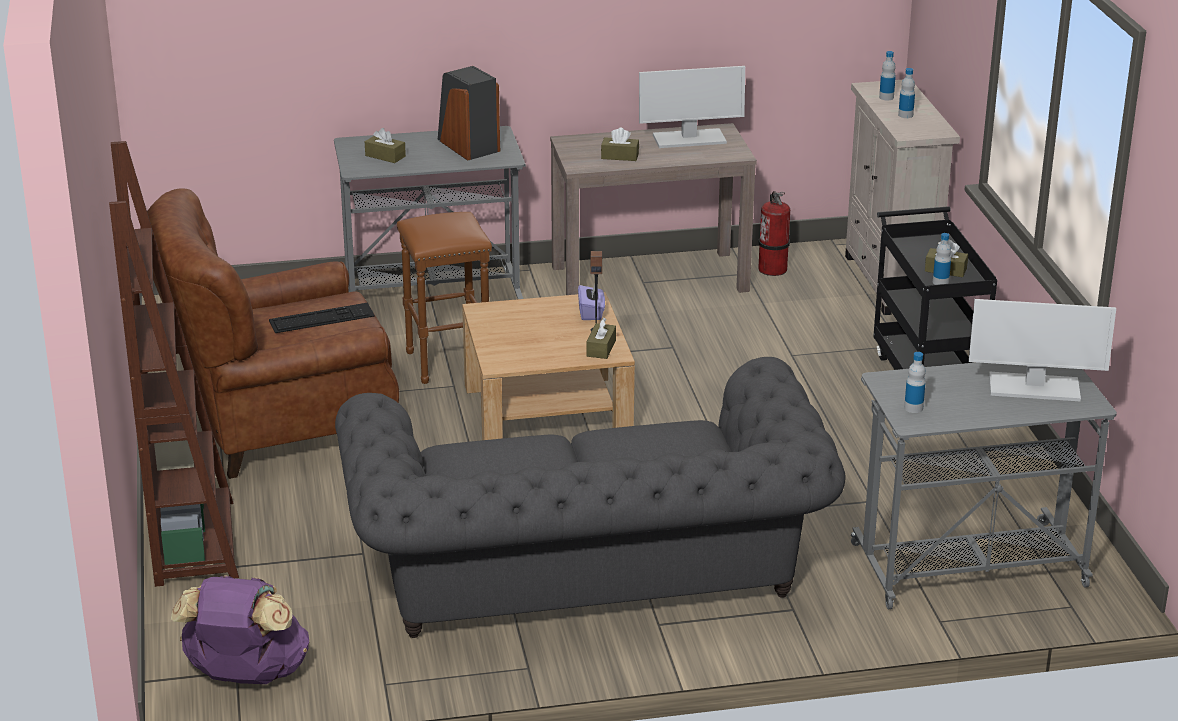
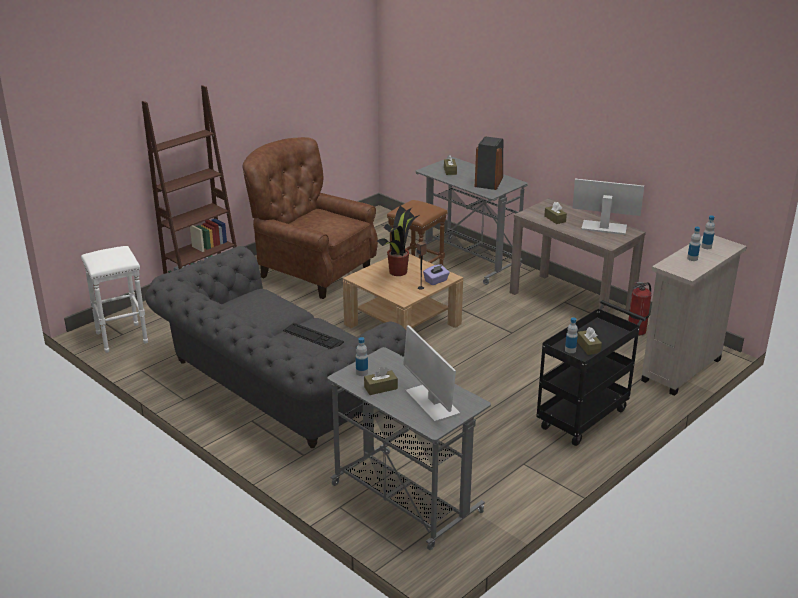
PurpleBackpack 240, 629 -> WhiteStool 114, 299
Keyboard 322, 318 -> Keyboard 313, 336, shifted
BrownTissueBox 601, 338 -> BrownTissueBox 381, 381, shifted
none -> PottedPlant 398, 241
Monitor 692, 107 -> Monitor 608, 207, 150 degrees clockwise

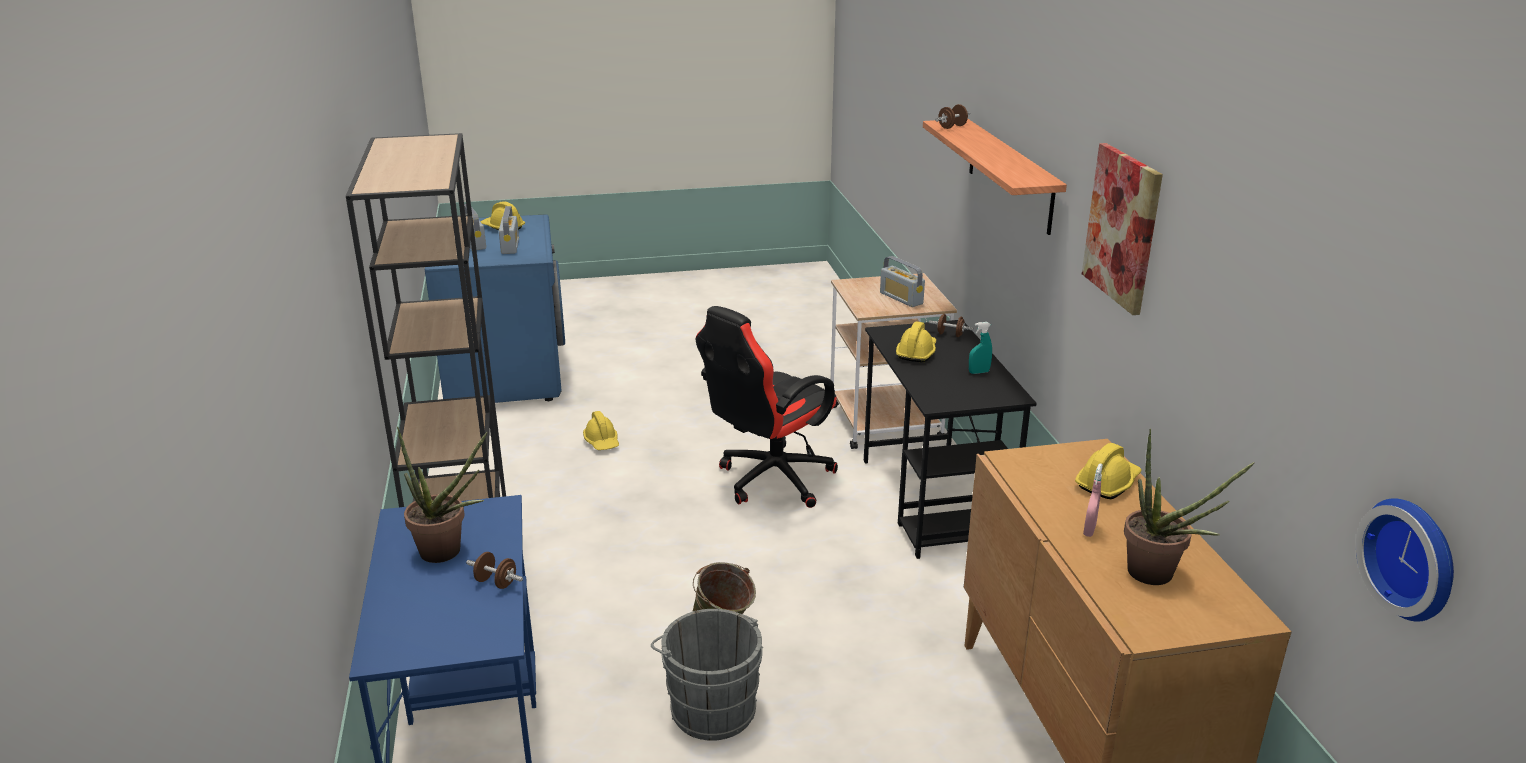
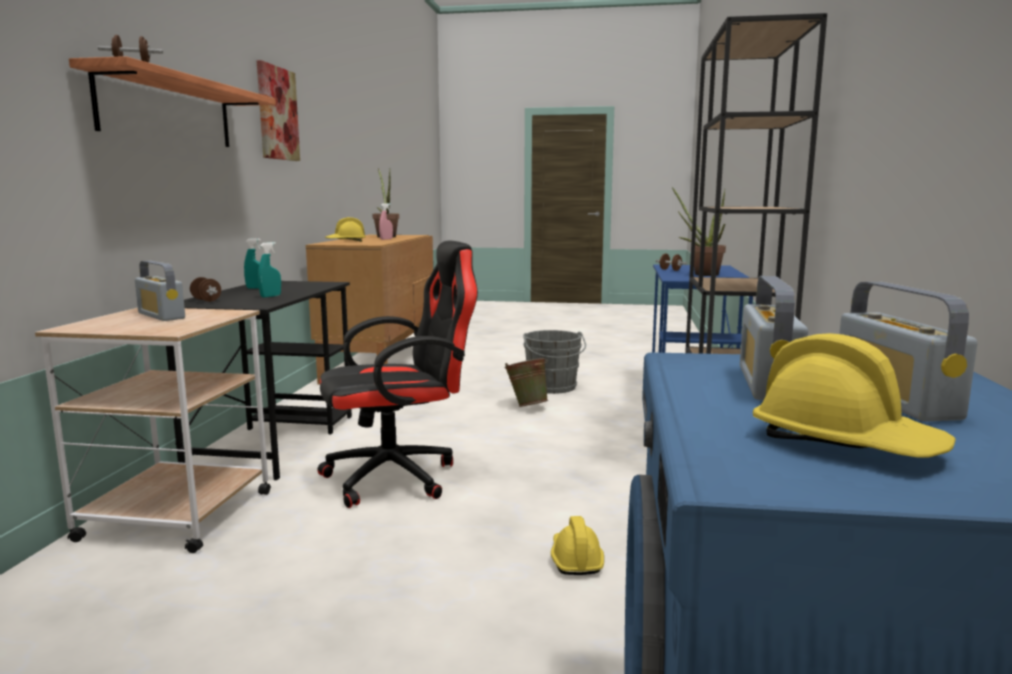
Radio 902, 281 -> Radio 160, 291, 150 degrees clockwise
YellowHardHat 916, 342 -> TurquoiseSprayBottle 269, 270
WallClock 1405, 559 -> none

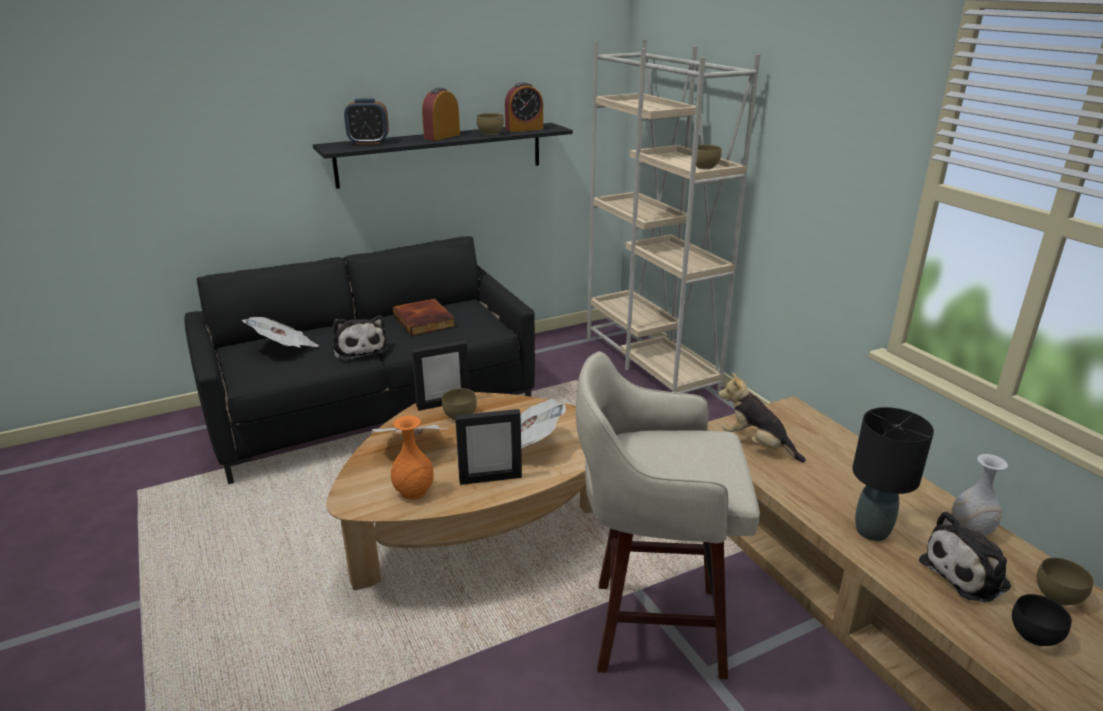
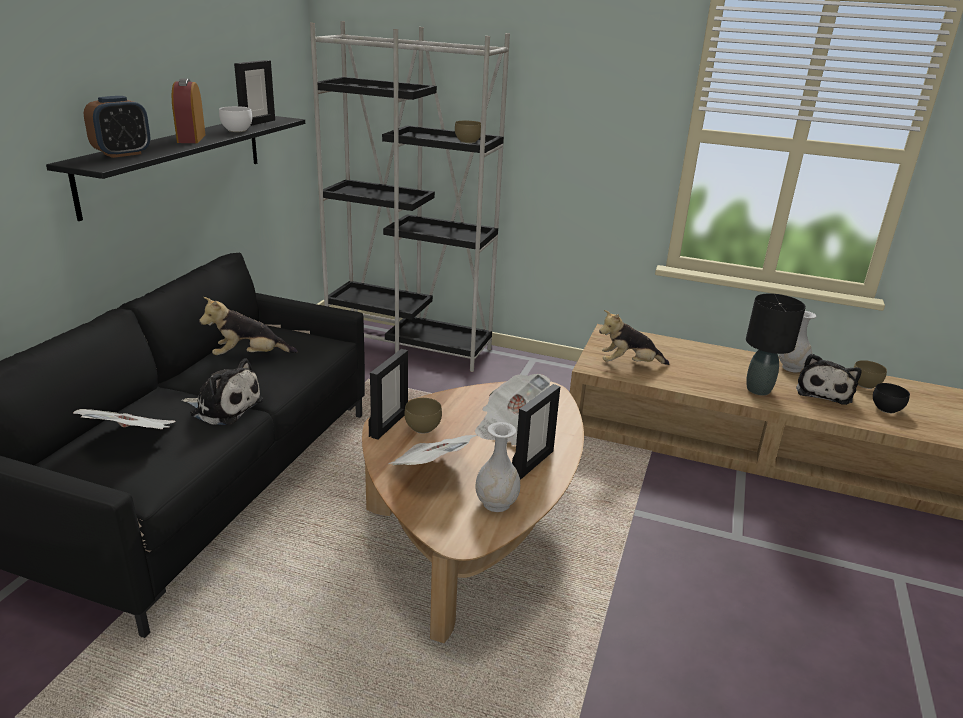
Book 424, 317 -> PlushToy 248, 326
BrownBowl 490, 124 -> WhiteBowl 235, 119
AlarmClock 524, 107 -> PictureFrame 254, 93
BeigeBookcase 674, 217 -> BlackBookcase 410, 196
OrangeVase 412, 458 -> WhiteVase 497, 467
BeigeStool 668, 515 -> none

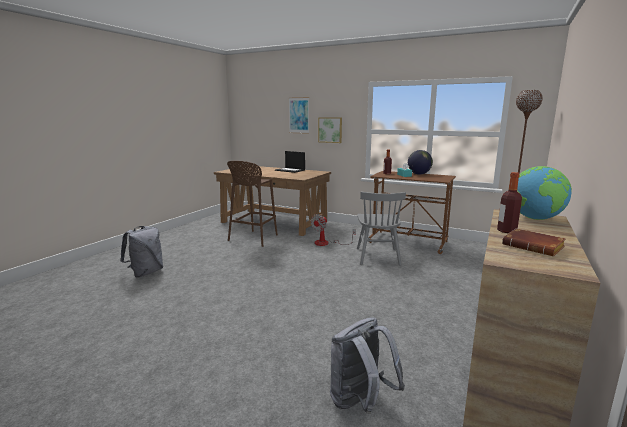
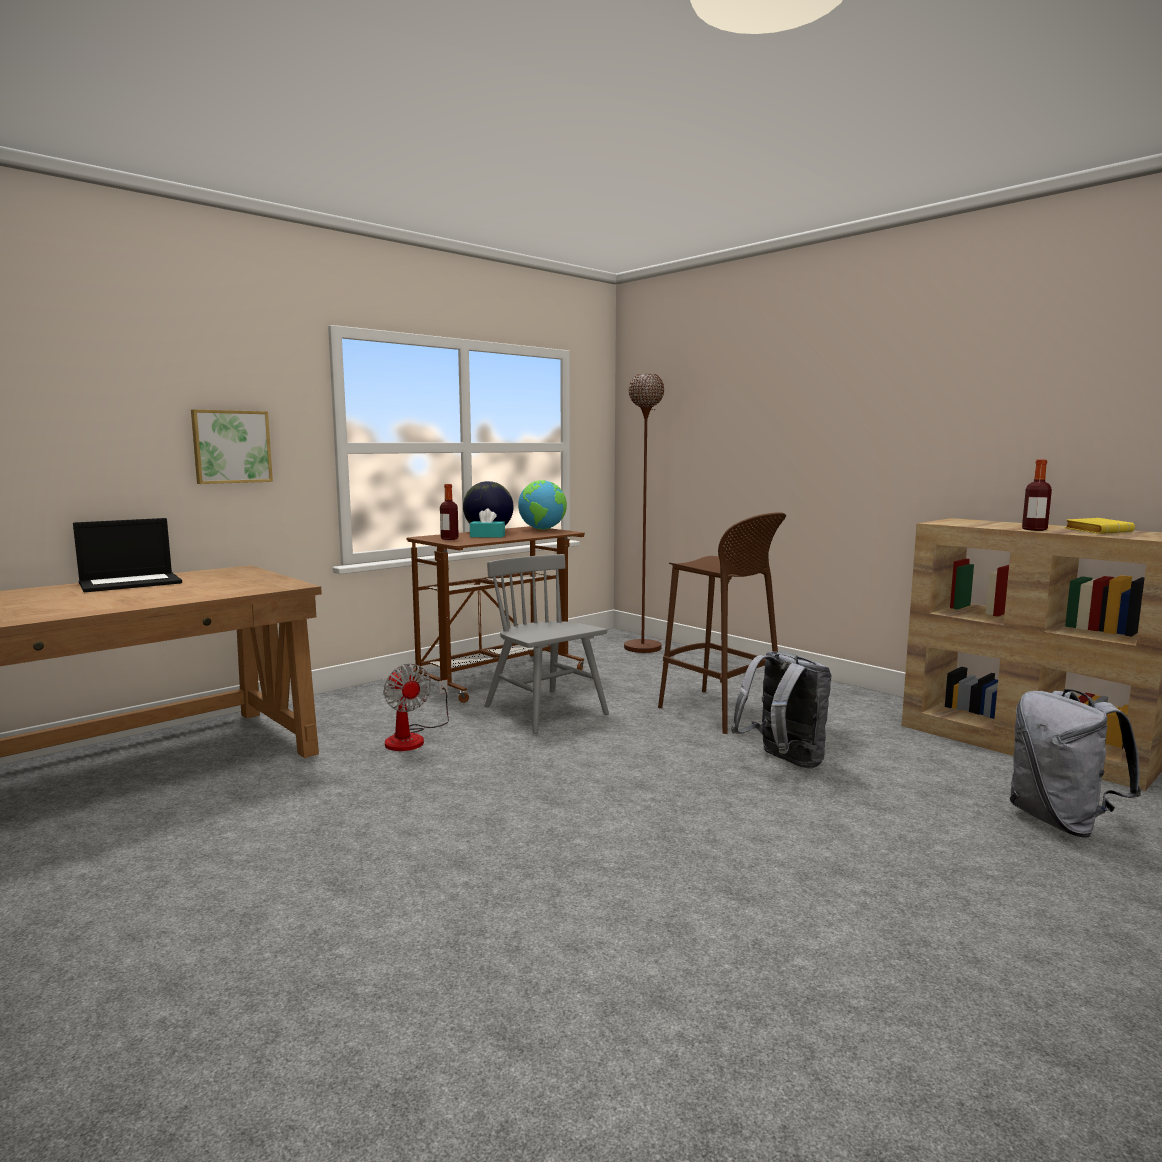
GreyChair 381, 228 -> GreyChair 547, 644, 150 degrees counterclockwise
Globe 544, 193 -> Globe 542, 505, shifted
BrownStool 252, 204 -> BrownStool 722, 623, shifted
GreyBackpack 141, 252 -> GreyBackpack 781, 709, shifted
BrownBook 534, 242 -> YellowBook 1100, 526
Picture 299, 115 -> none

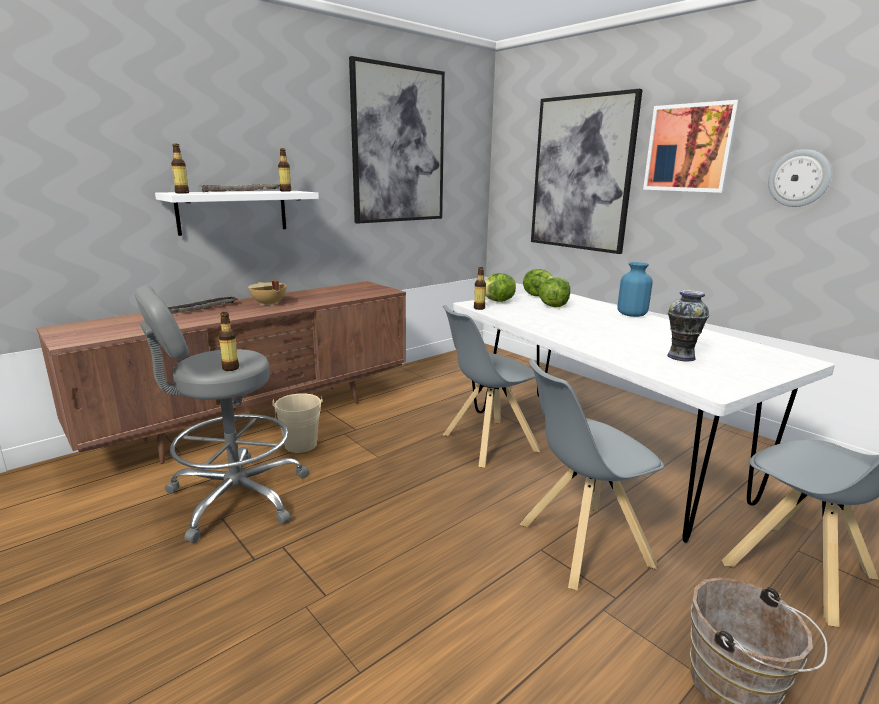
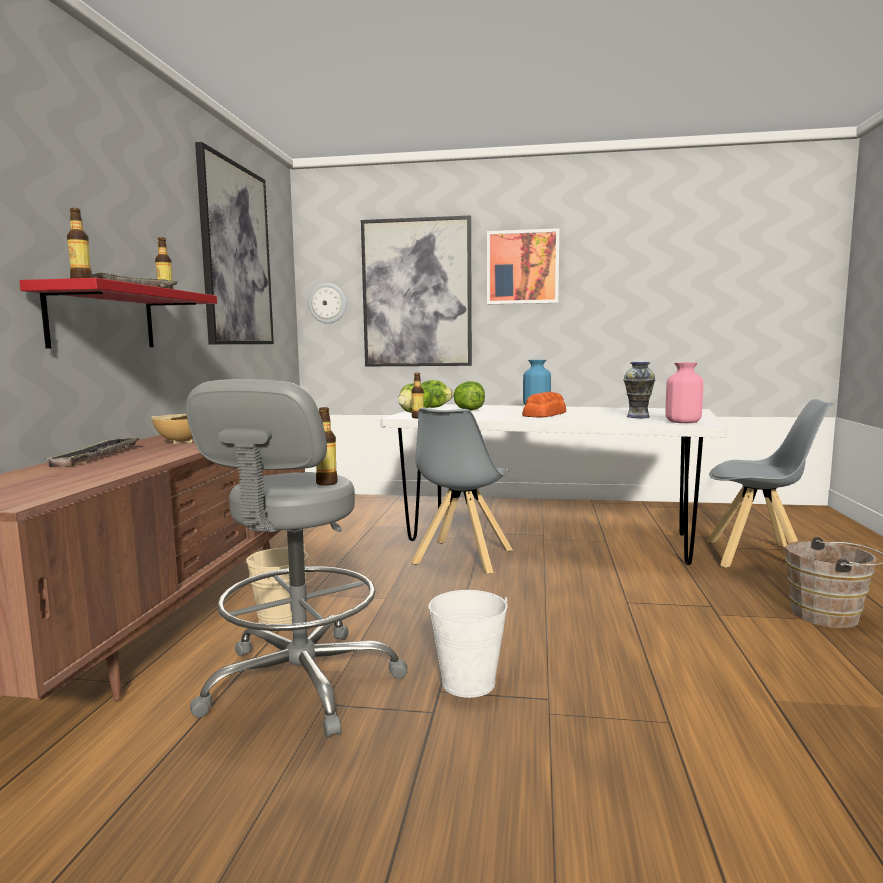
WhiteShelf 237, 213 -> RedShelf 118, 313
WallClock 800, 178 -> WallClock 327, 303, shifted
none -> WhiteBucket 468, 644
none -> Bread 544, 404
none -> PinkVase 684, 392
GreyChair 592, 474 -> none

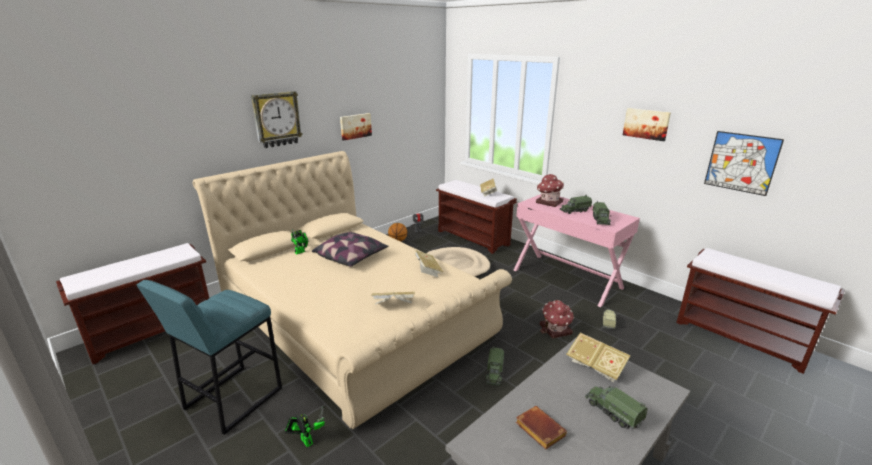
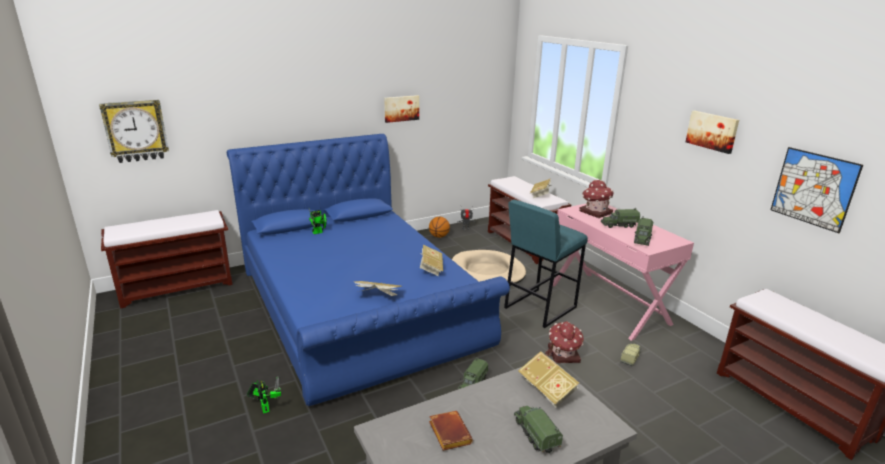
WallClock 277, 119 -> WallClock 134, 131, shifted
BeigeBed 352, 290 -> BlueBed 368, 270
TurquoiseStool 209, 357 -> TurquoiseStool 546, 264, shifted
Pillow 350, 249 -> none

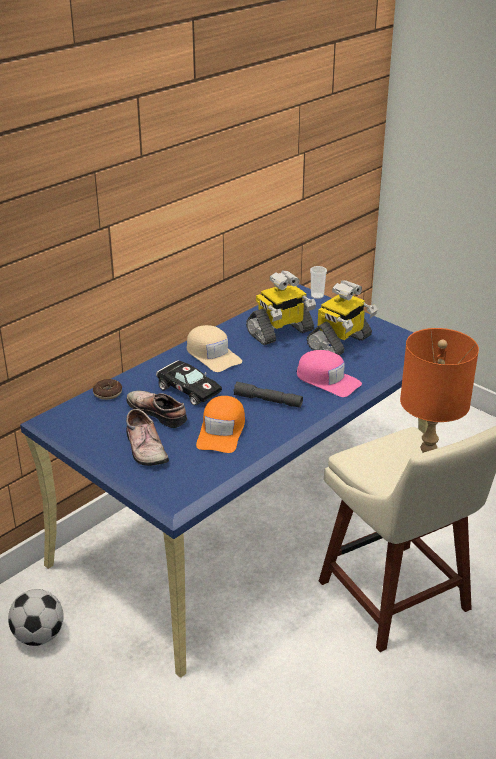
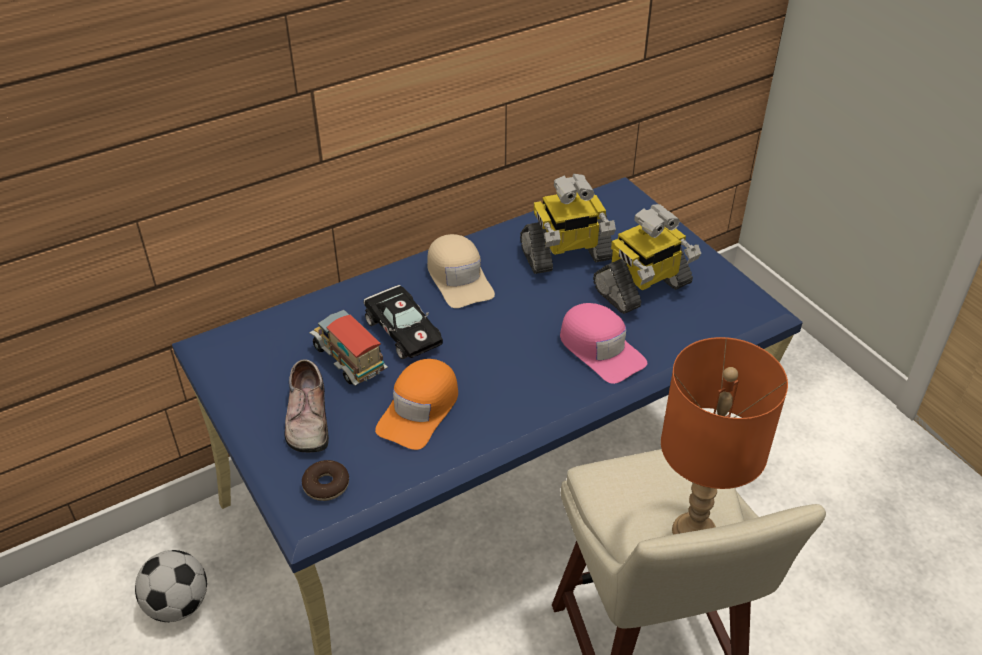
Donut 107, 389 -> Donut 325, 480, shifted
Shoe 156, 409 -> ToyTruck 348, 348
GreyFlashlight 268, 395 -> none
Cup 318, 282 -> none

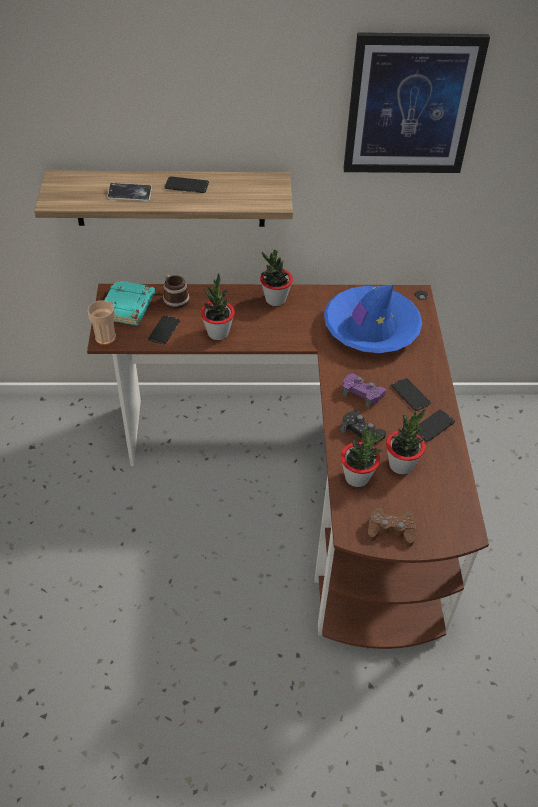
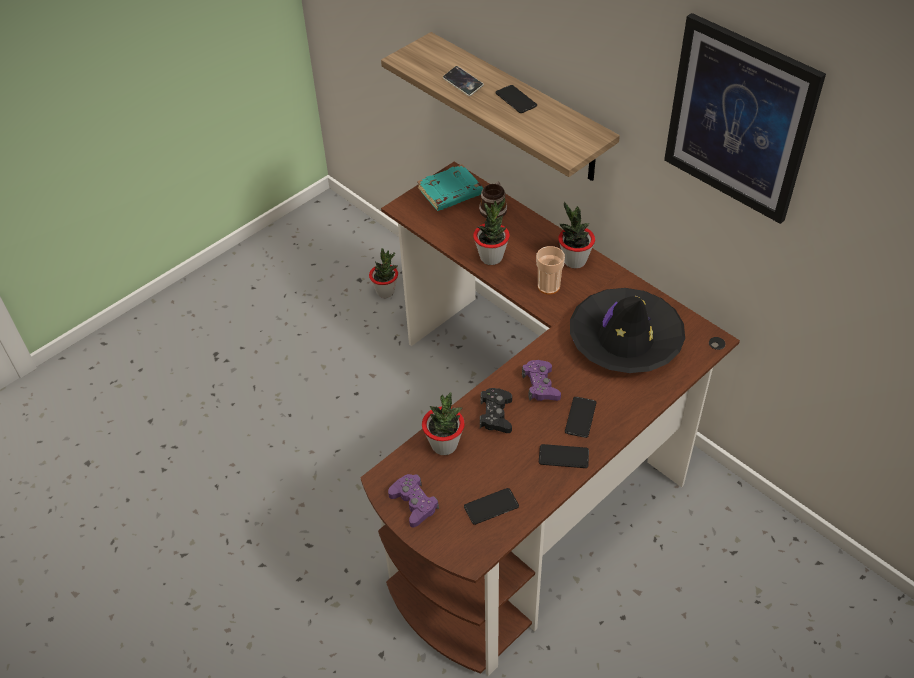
PottedPlant 406, 441 -> PottedPlant 383, 273, shifted
BrownGameController 391, 527 -> PurpleGameController 413, 500
Phone 164, 330 -> Phone 491, 506, shifted
Cup 102, 322 -> Cup 550, 270, shifted
BlueHat 373, 318 -> BlackHat 627, 330

